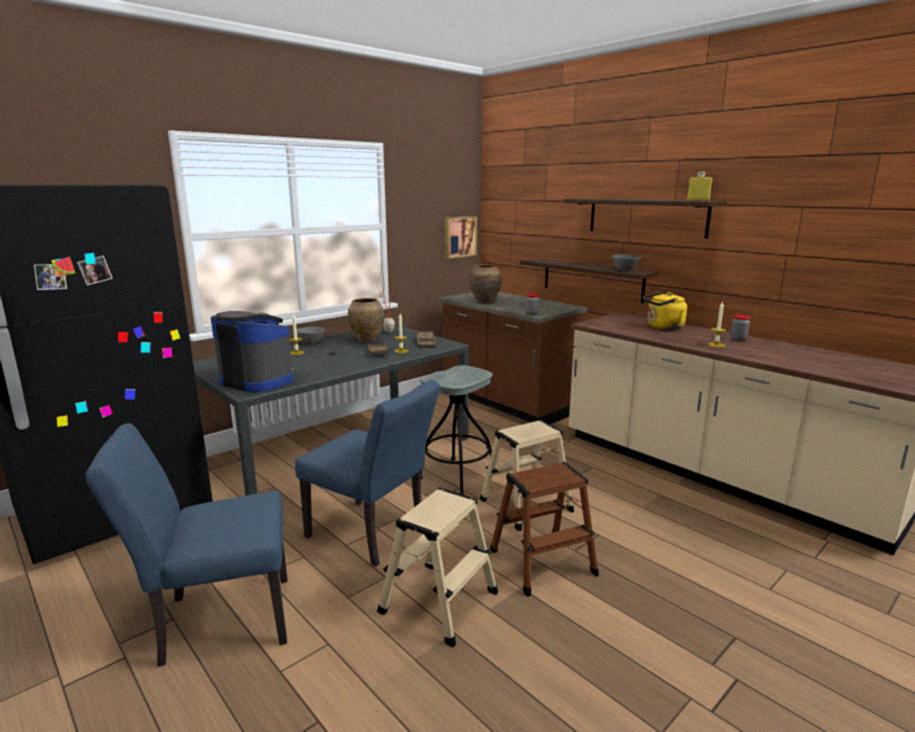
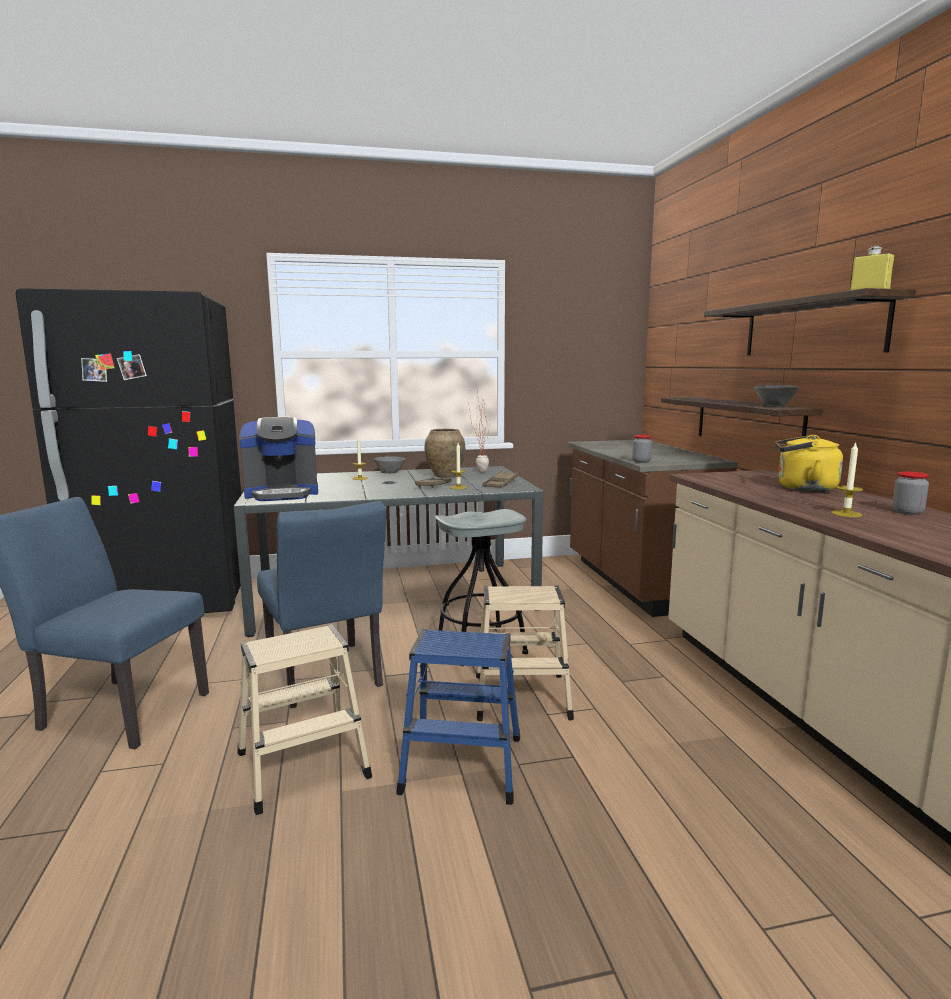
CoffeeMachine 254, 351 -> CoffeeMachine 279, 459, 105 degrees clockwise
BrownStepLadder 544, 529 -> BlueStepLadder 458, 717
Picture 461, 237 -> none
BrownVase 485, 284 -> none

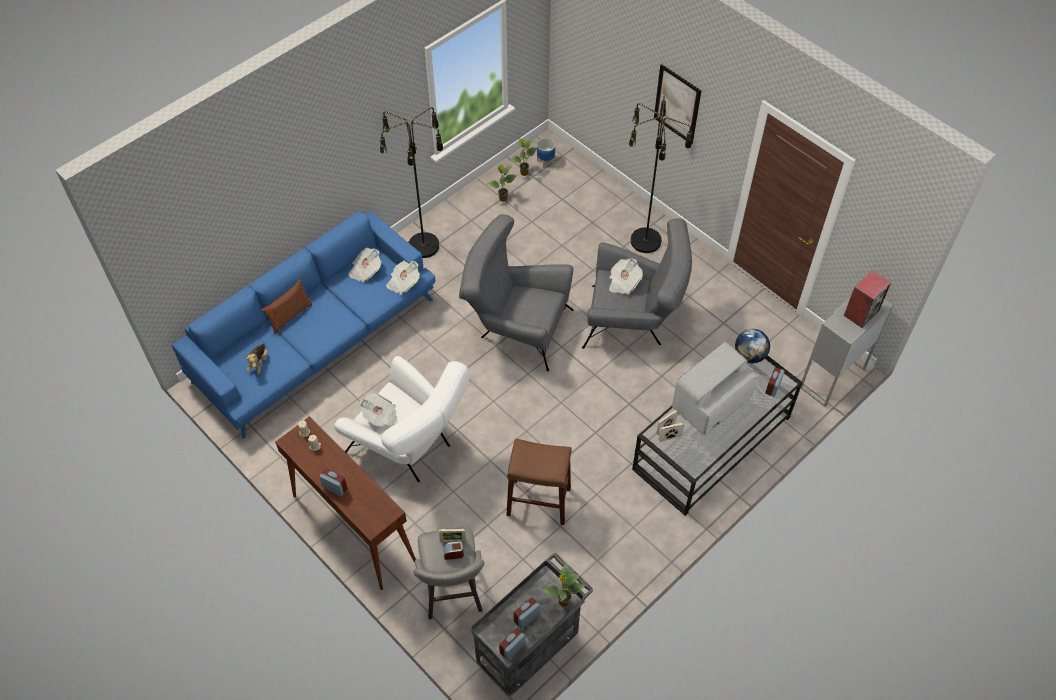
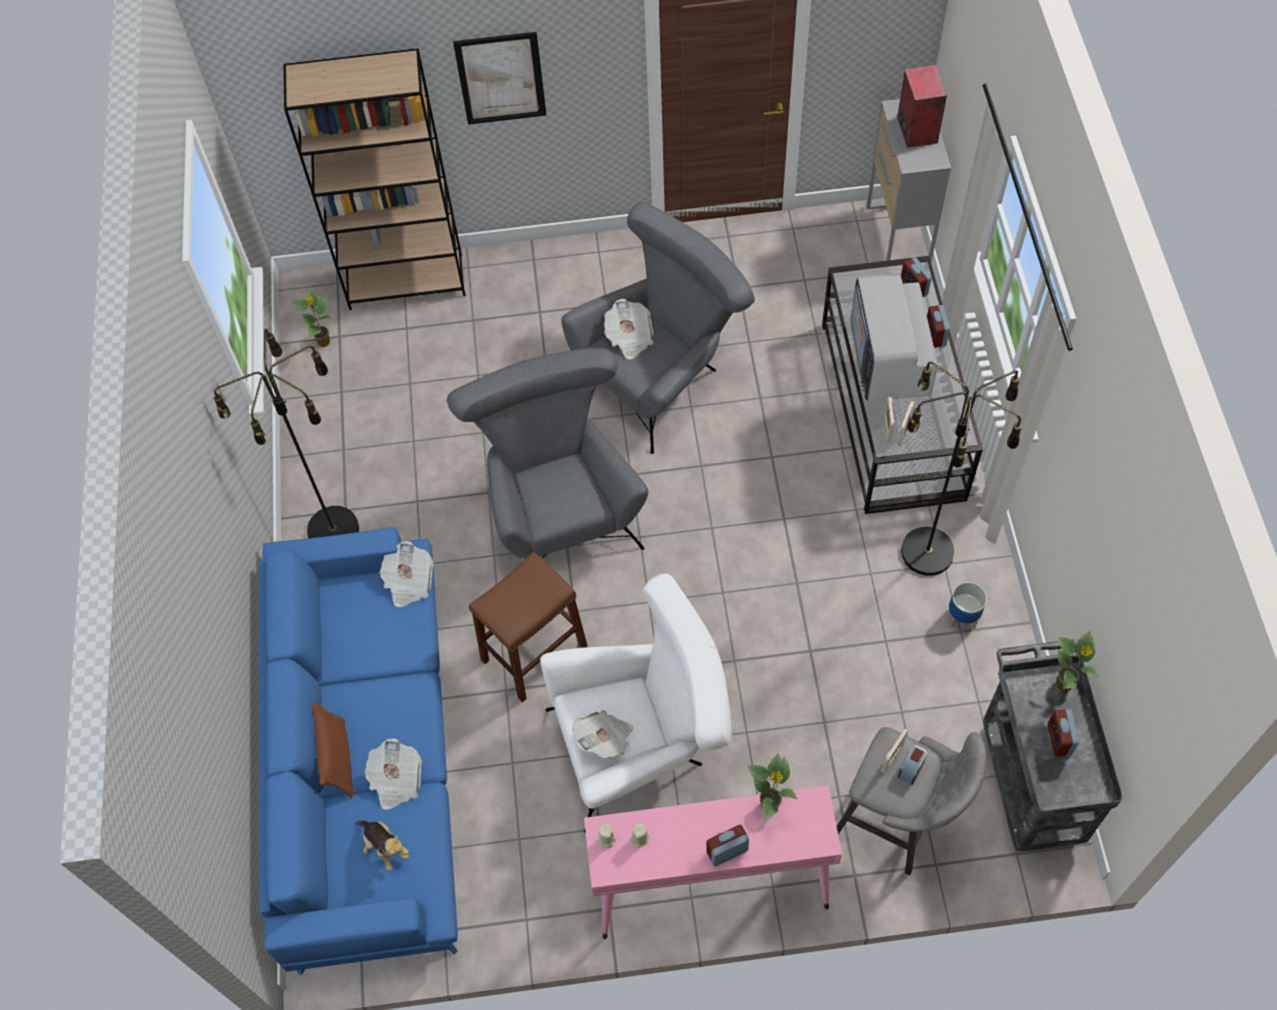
none -> BeigeBookcase 374, 179
Newspaper 364, 265 -> Newspaper 393, 774, shifted
GreyArmchair 516, 292 -> GreyArmchair 547, 453, 105 degrees clockwise
BrownStool 539, 482 -> BrownStool 528, 627, shifted
BrownConsoleTable 345, 503 -> PinkConsoleTable 713, 862
PottedPlant 502, 183 -> PottedPlant 772, 786, shifted
FloorLamp 660, 174 -> FloorLamp 961, 469, shifted
AlarmClock 512, 644 -> AlarmClock 938, 326, shifted
Planter 546, 153 -> Planter 968, 606, shifted
Globe 752, 346 -> none

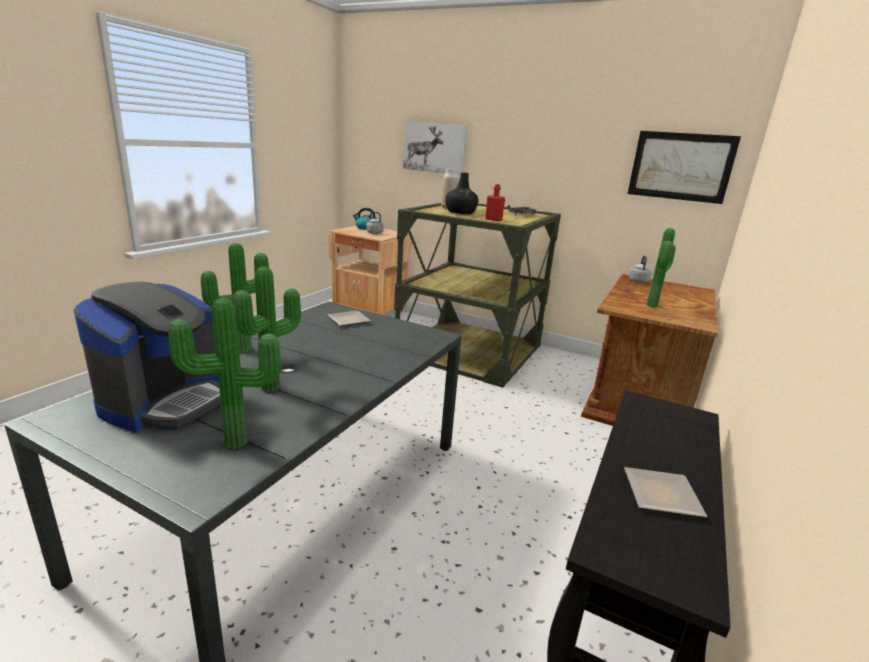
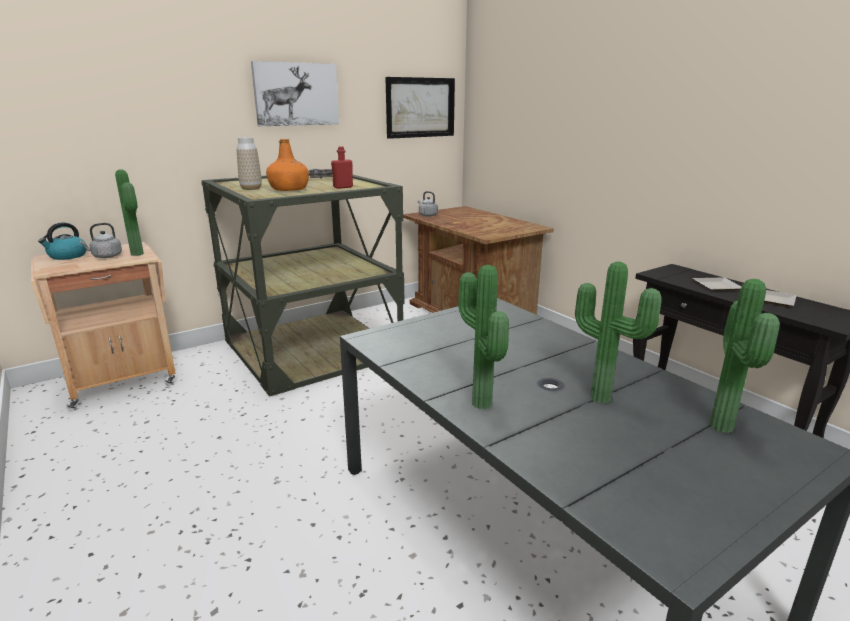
PottedPlant 661, 267 -> PottedPlant 129, 212, shifted
Picture 435, 148 -> Picture 295, 93, shifted
BlackBottle 462, 193 -> OrangeBottle 287, 165
Plate 349, 318 -> Plate 717, 284, shifted
CoffeeMachine 147, 357 -> none

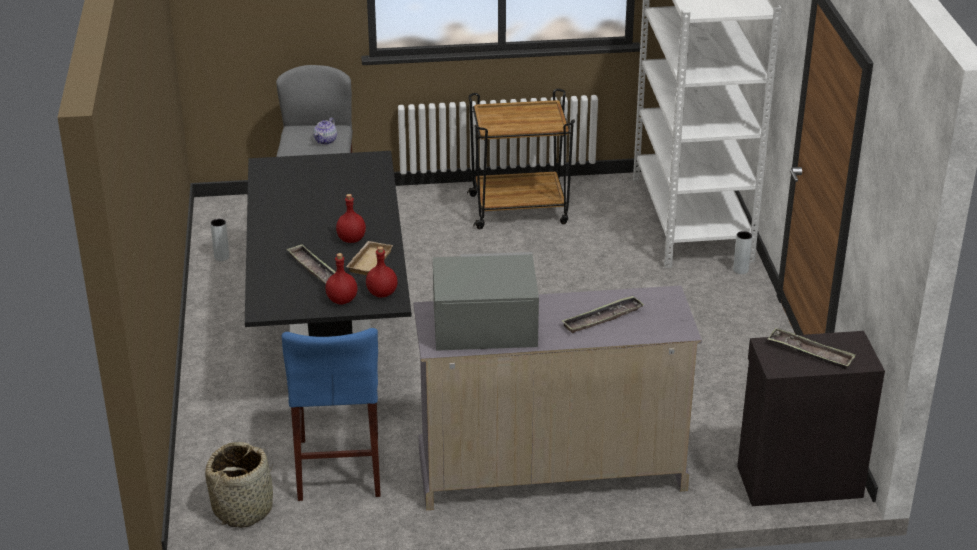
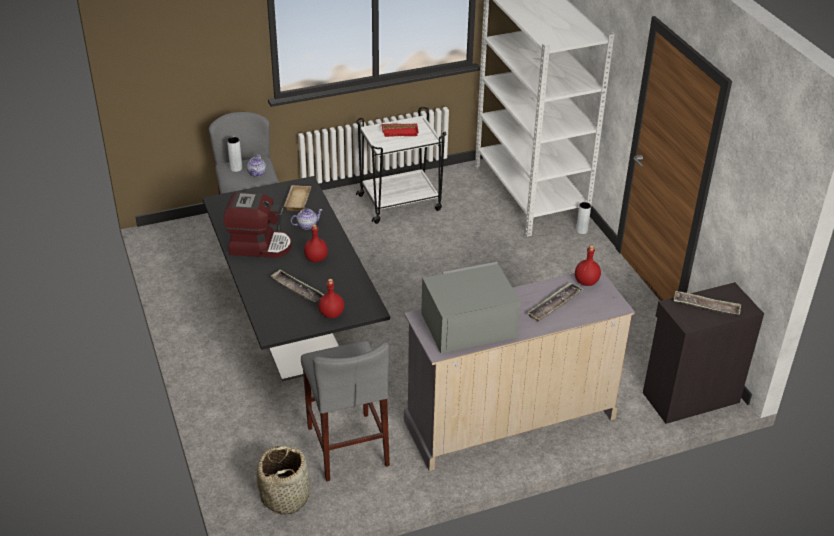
none -> CoffeeMachine 257, 225
GreyVase 220, 240 -> GreyVase 234, 154, shifted
BeigeTray 369, 258 -> BeigeTray 297, 198, shifted
none -> Teapot 306, 219
BlueStool 331, 414 -> GreyStool 345, 411
BrownCart 521, 159 -> WhiteCart 401, 165
none -> RedTray 400, 130
RedBottle 382, 272 -> RedBottle 588, 265, shifted

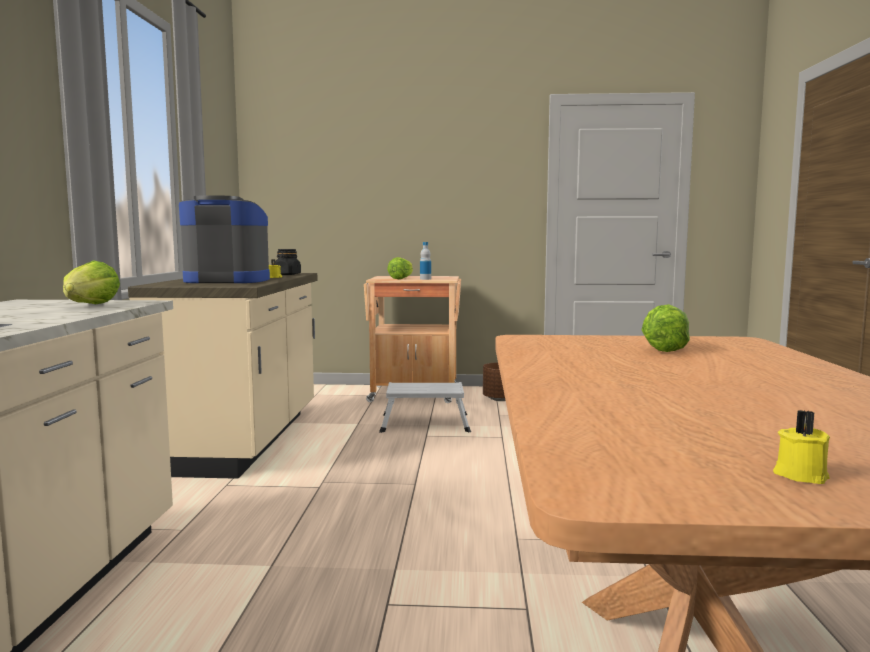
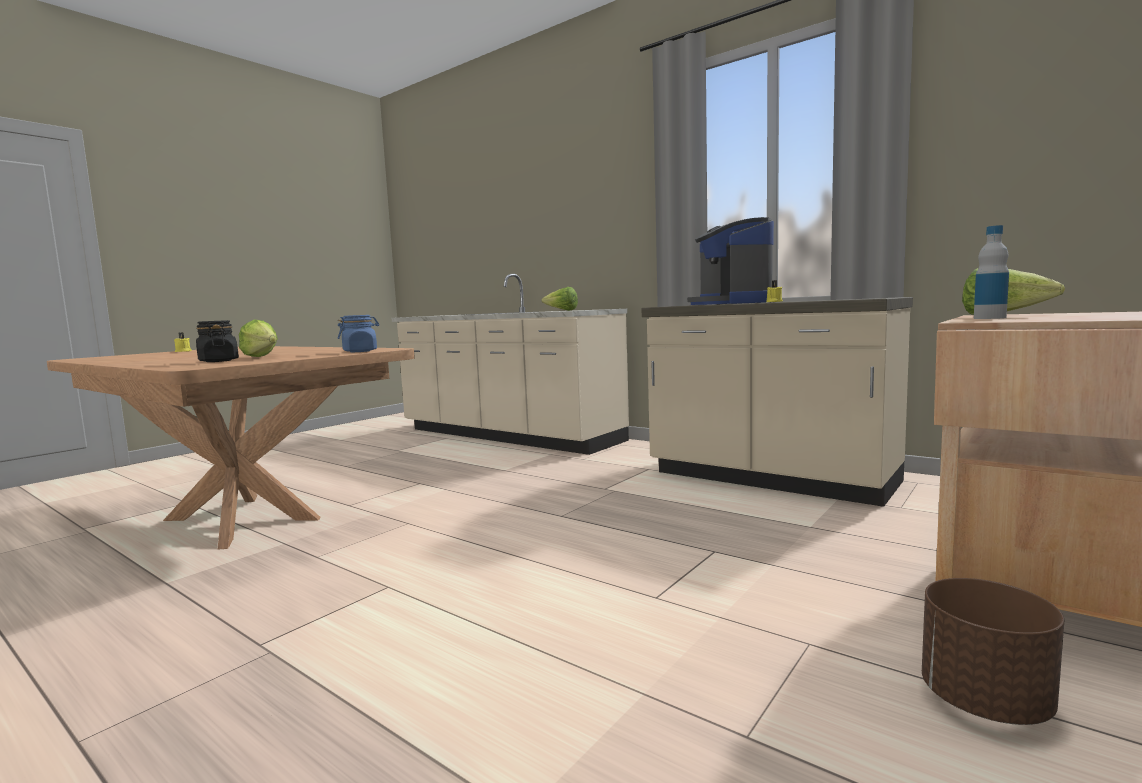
BlackJar 288, 262 -> BlackJar 217, 341, shifted
none -> BlueJar 358, 333
CoffeeMachine 224, 239 -> CoffeeMachine 730, 261, 135 degrees clockwise
WhiteStepLadder 425, 407 -> none

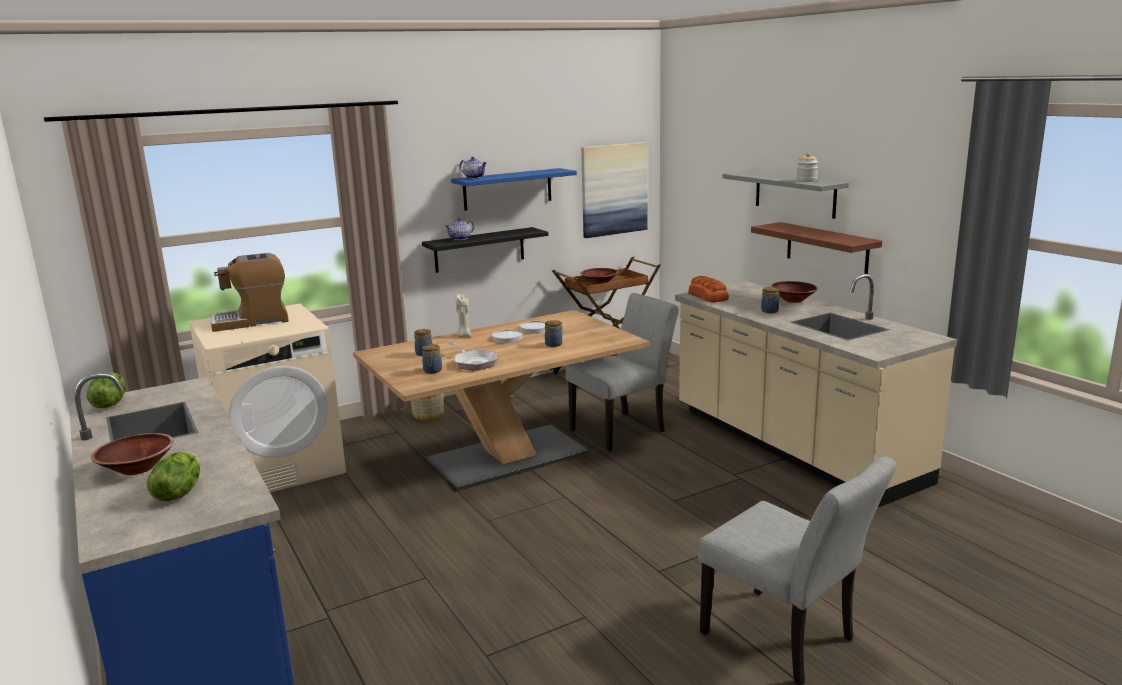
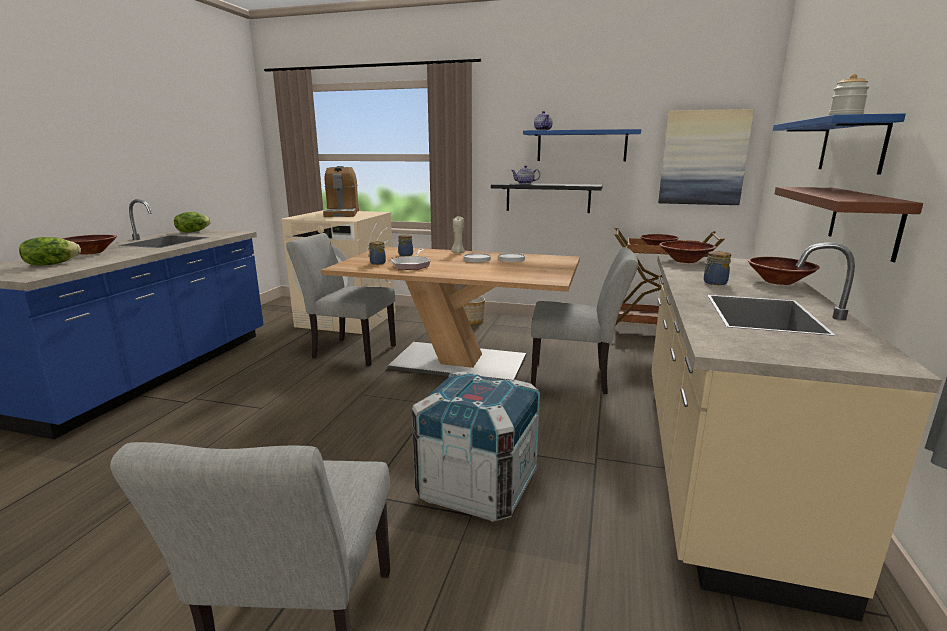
none -> GreyChair 341, 299
CoffeeMachine 250, 292 -> CoffeeMachine 341, 191, 120 degrees counterclockwise
none -> Crate 476, 446
Bread 708, 289 -> BrownBowl 687, 252
GreyShelf 785, 195 -> BlueShelf 839, 144
Jar 554, 333 -> none

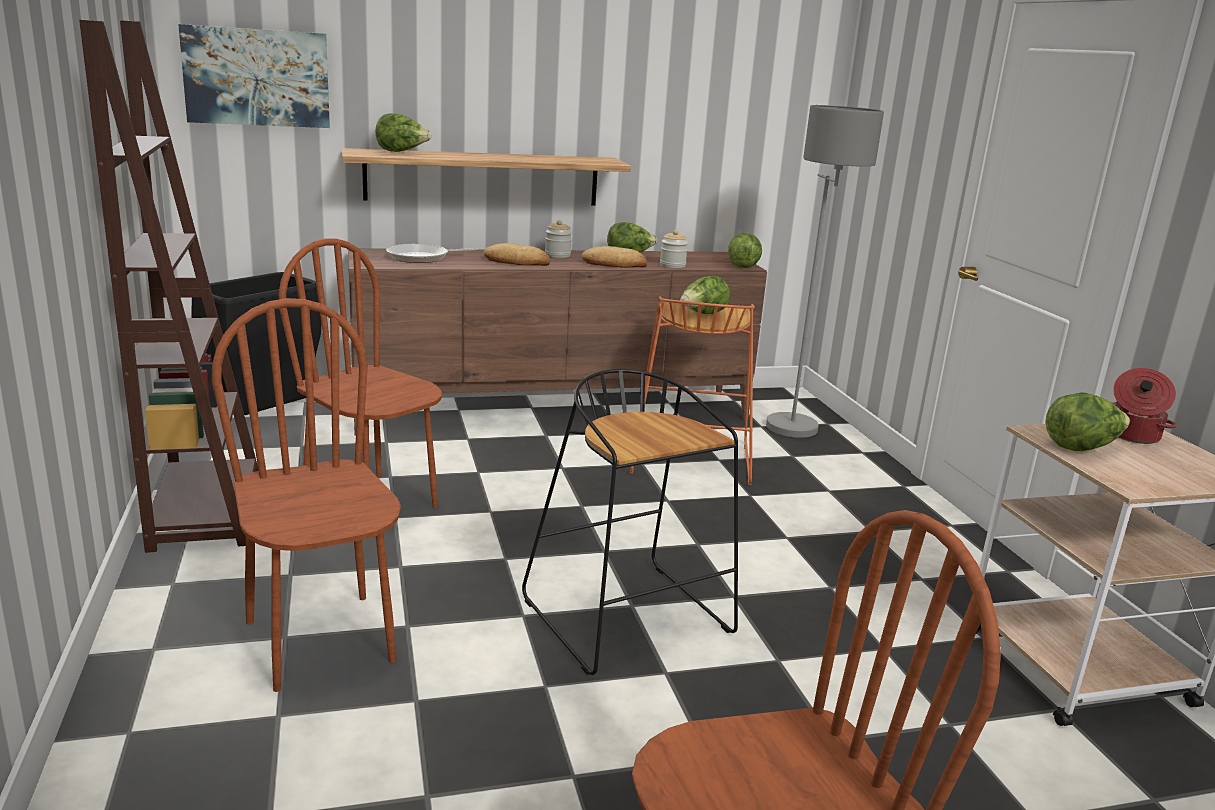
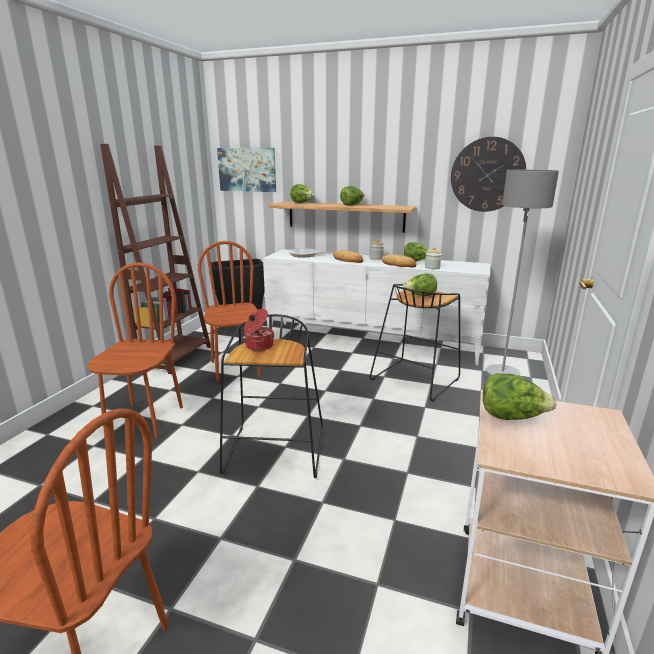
CookingPot 1143, 406 -> CookingPot 259, 330, shifted
BrownCabinet 557, 342 -> WhiteCabinet 376, 307
Lettuce 745, 250 -> Lettuce 352, 196, shifted
OrangeStool 692, 390 -> BlackStool 414, 342
none -> WallClock 488, 174

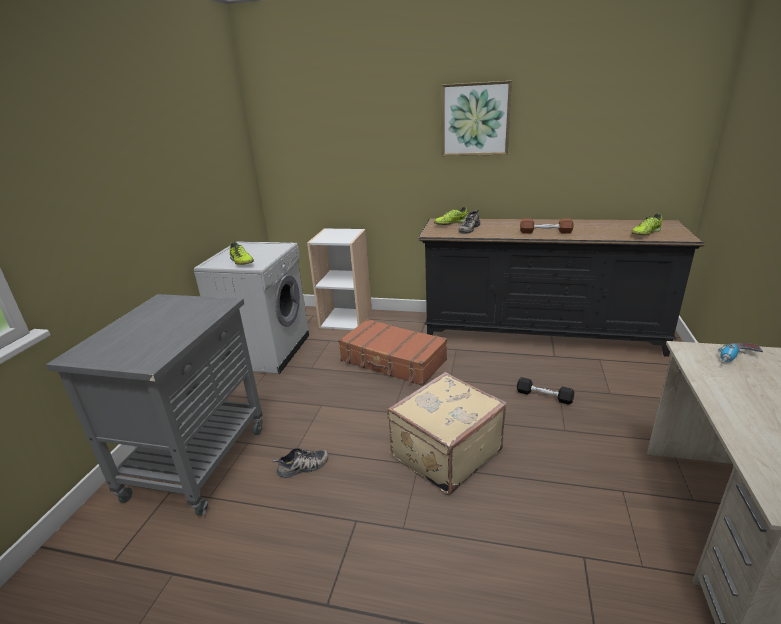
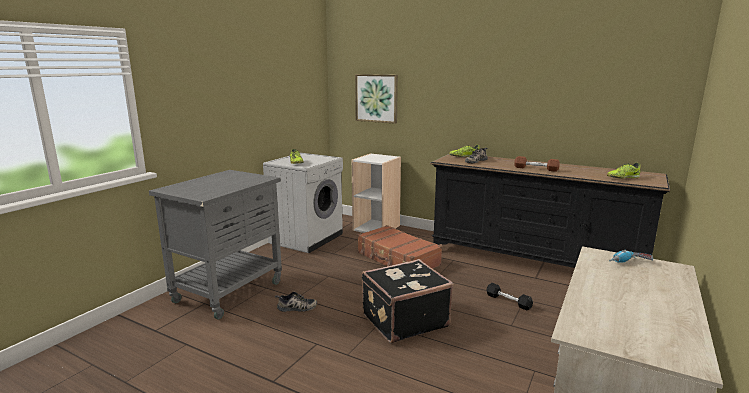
Picture 476, 118 -> Picture 376, 99, shifted
BeigeSuitcase 447, 433 -> BlackSuitcase 407, 301

